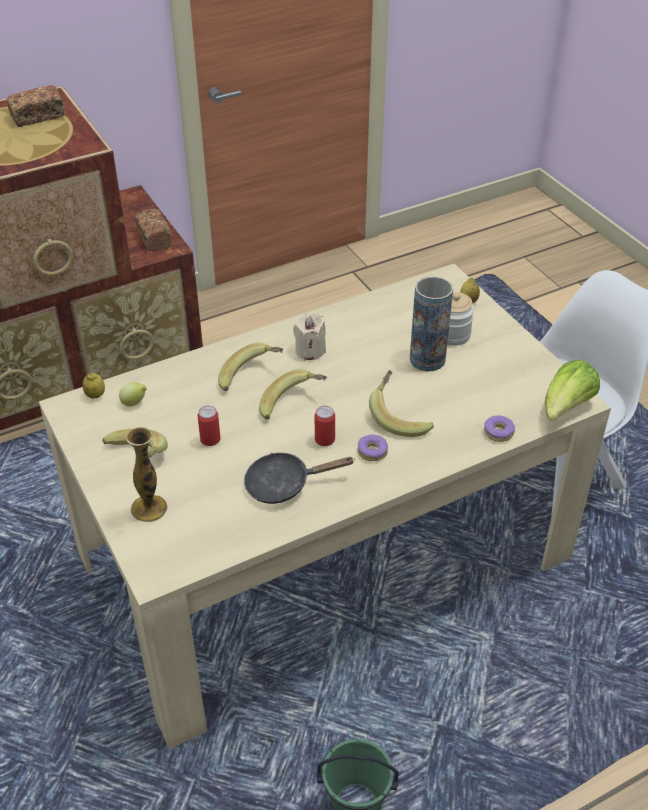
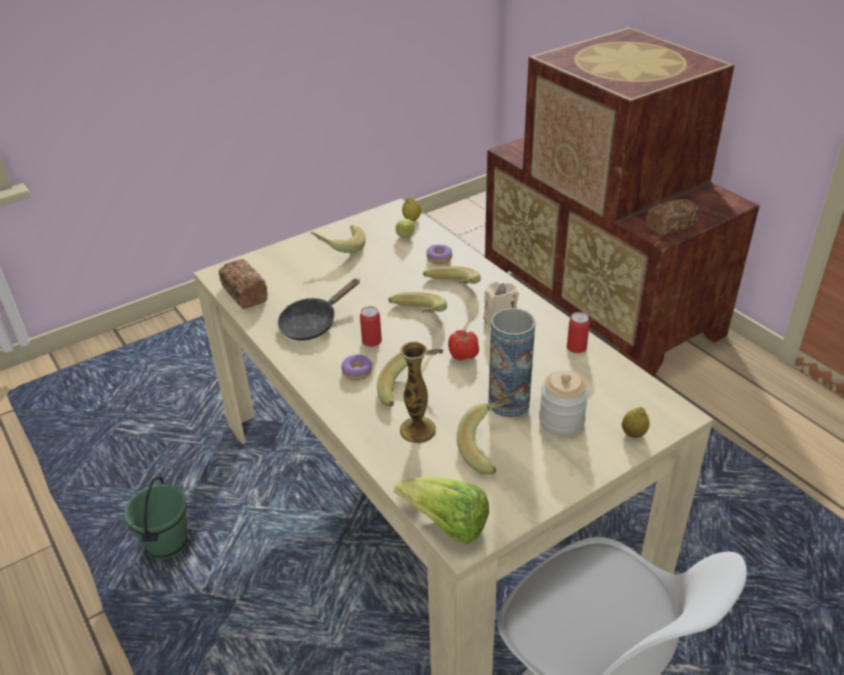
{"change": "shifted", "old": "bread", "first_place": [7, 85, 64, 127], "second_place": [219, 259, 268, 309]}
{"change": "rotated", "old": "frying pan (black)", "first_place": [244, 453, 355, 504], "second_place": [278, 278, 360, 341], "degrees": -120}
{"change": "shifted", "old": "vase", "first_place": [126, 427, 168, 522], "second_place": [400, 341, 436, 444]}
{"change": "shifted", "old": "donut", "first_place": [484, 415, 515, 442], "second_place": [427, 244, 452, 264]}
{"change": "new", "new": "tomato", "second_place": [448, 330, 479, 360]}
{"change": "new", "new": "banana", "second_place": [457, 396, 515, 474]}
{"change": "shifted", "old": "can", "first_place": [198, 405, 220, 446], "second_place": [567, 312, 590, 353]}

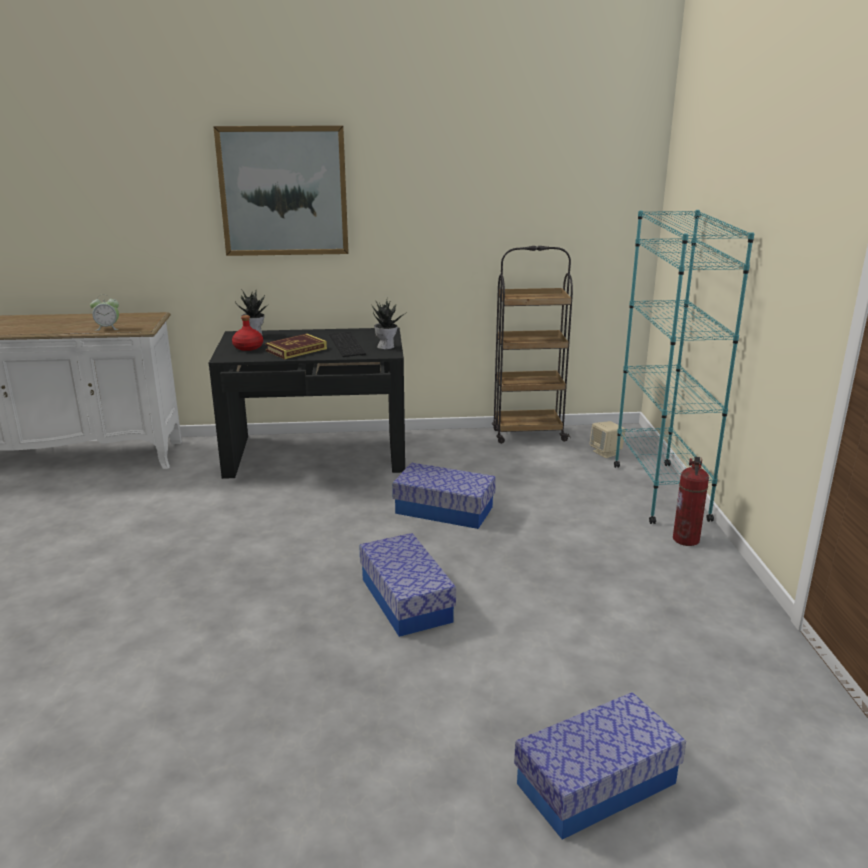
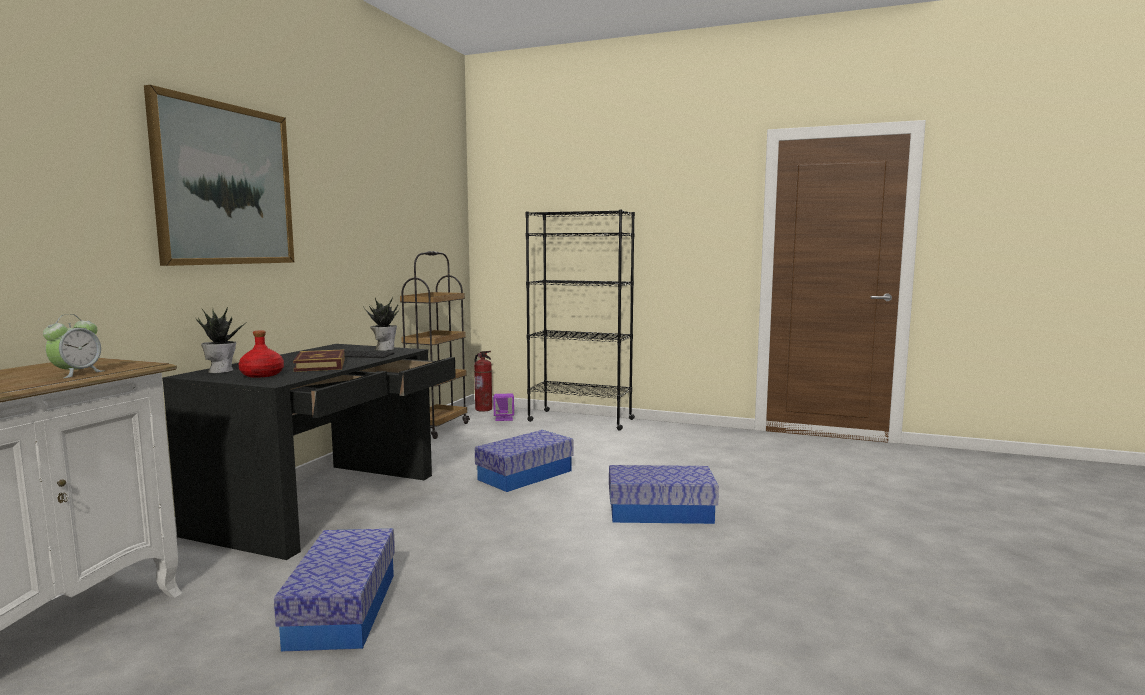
{"change": "shifted", "old": "storage box", "first_place": [514, 692, 686, 840], "second_place": [274, 529, 395, 652]}
{"change": "shifted", "old": "fire extinguisher", "first_place": [673, 457, 709, 546], "second_place": [474, 351, 492, 412]}
{"change": "repainted", "old": "speaker (beige)", "new": "speaker (purple)", "first_place": [589, 421, 626, 458], "second_place": [493, 394, 514, 421]}
{"change": "repainted", "old": "bookcase (turquoise)", "new": "bookcase (black)", "first_place": [614, 210, 754, 524], "second_place": [525, 210, 635, 431]}

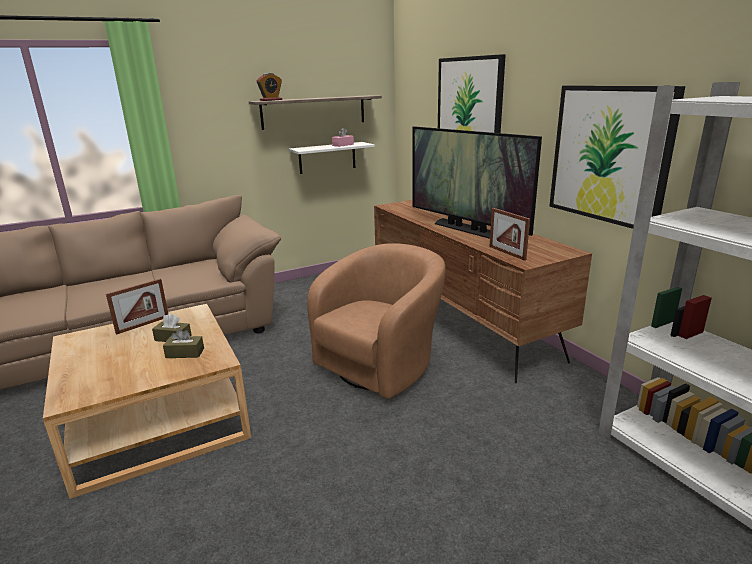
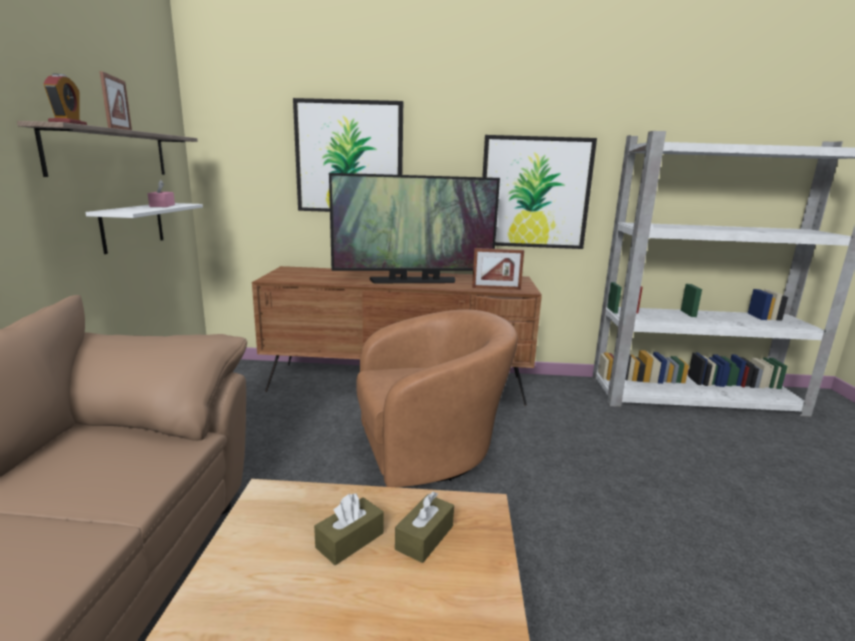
{"change": "shifted", "old": "picture frame", "first_place": [106, 279, 168, 335], "second_place": [100, 71, 132, 130]}
{"change": "rotated", "old": "armchair (brown)", "first_place": [307, 243, 446, 399], "second_place": [356, 309, 518, 487], "degrees": 90}

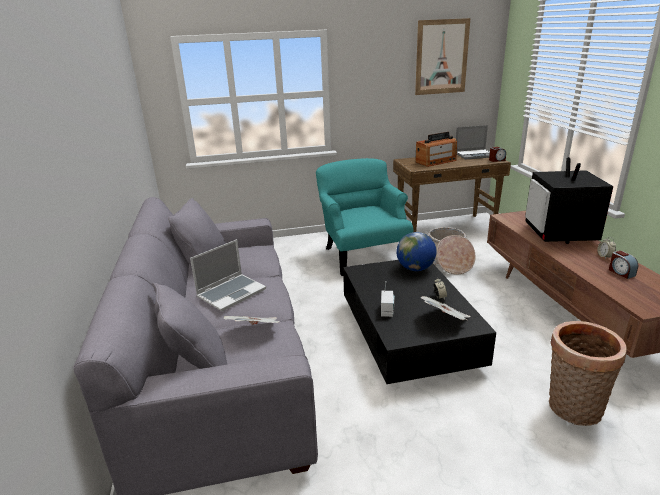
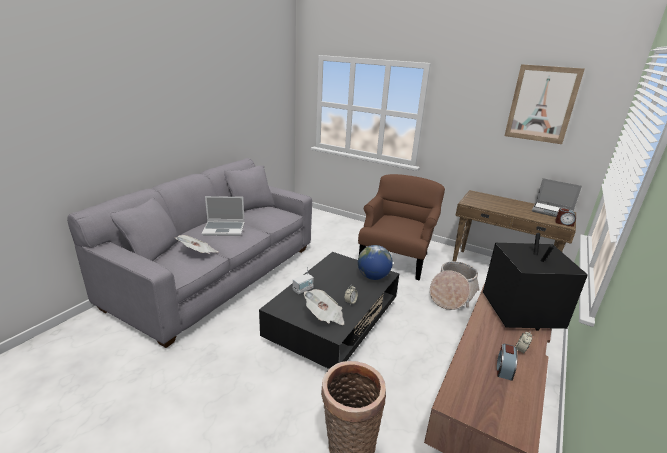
{"change": "repainted", "old": "armchair (turquoise)", "new": "armchair (brown)", "first_place": [316, 158, 413, 276], "second_place": [358, 174, 445, 280]}
{"change": "rotated", "old": "television", "first_place": [525, 157, 613, 244], "second_place": [483, 233, 588, 331], "degrees": 135}
{"change": "gone", "old": "radio", "first_place": [415, 132, 457, 167]}

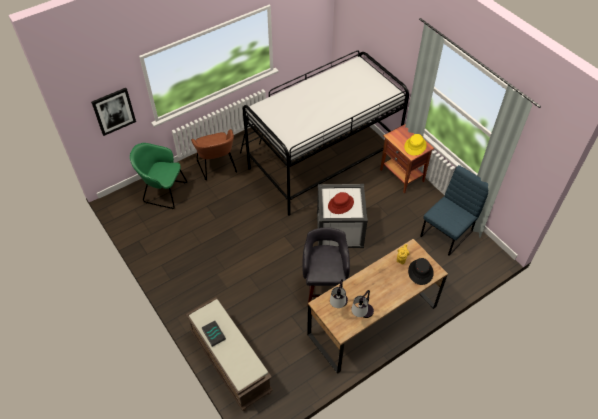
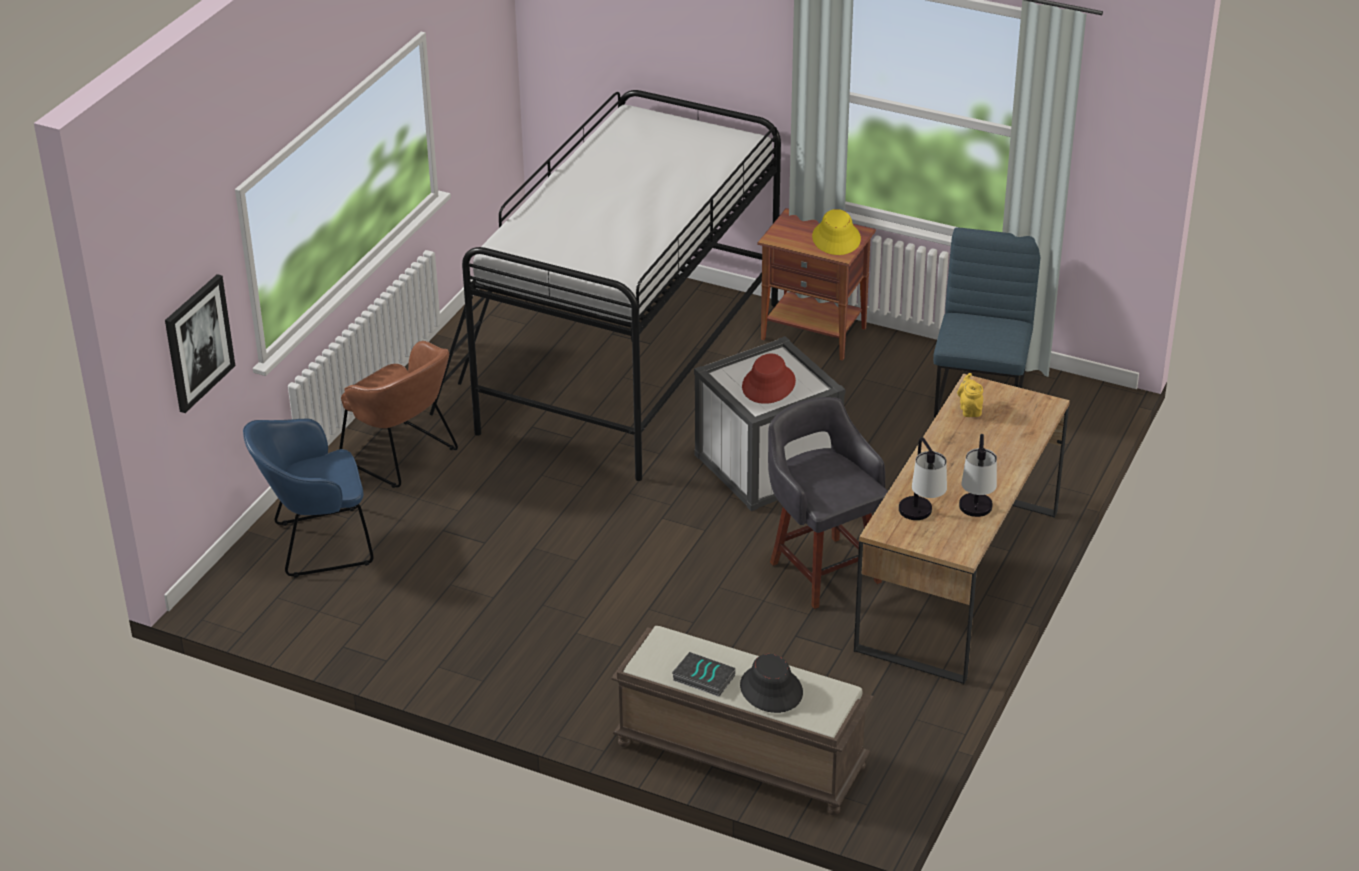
{"change": "repainted", "old": "armchair (green)", "new": "armchair (blue)", "first_place": [130, 143, 187, 209], "second_place": [243, 418, 374, 578]}
{"change": "shifted", "old": "hat (black)", "first_place": [408, 258, 434, 285], "second_place": [740, 654, 803, 713]}

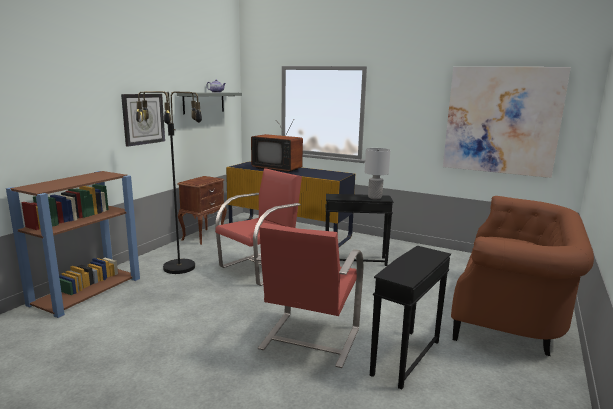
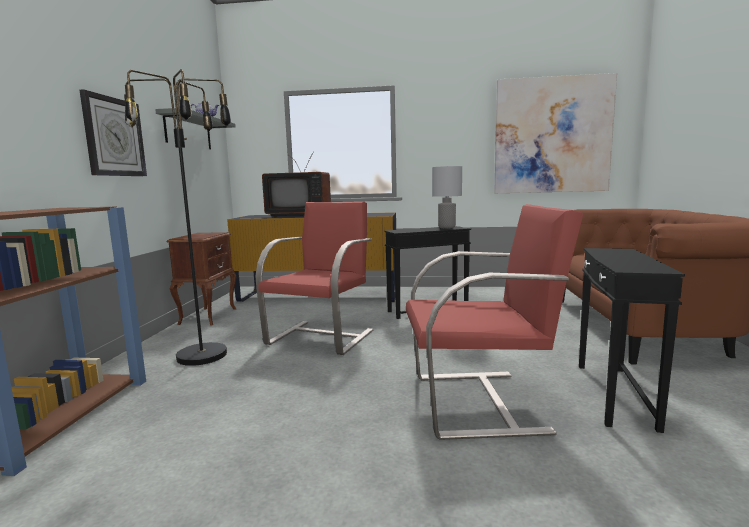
{"change": "rotated", "old": "armchair (red)", "first_place": [256, 223, 363, 368], "second_place": [406, 204, 583, 440], "degrees": -90}

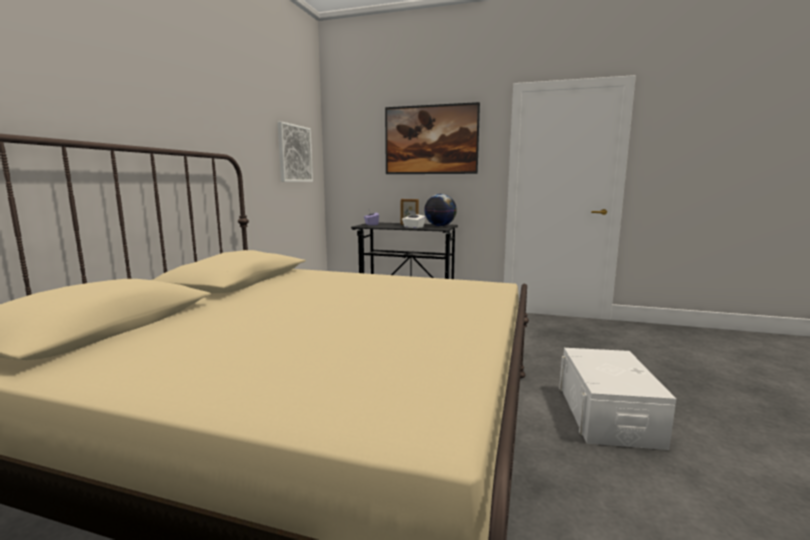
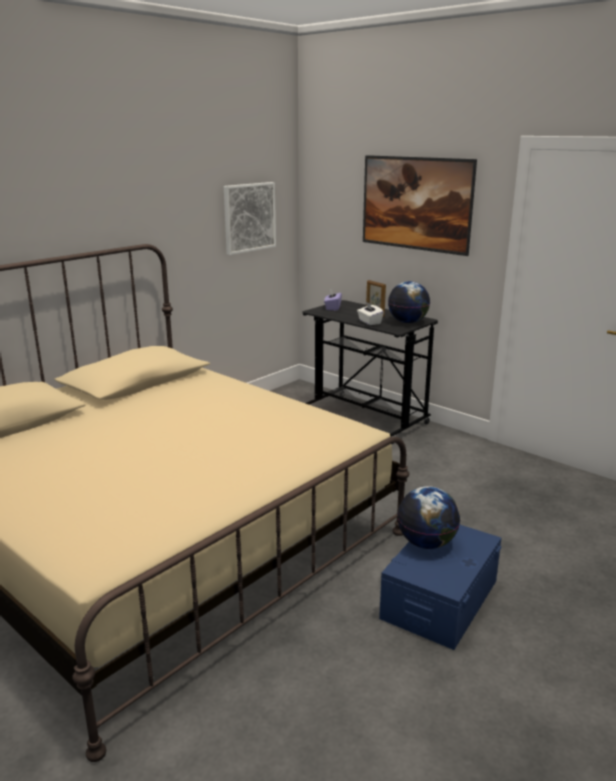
{"change": "repainted", "old": "storage box (white)", "new": "storage box (blue)", "first_place": [559, 348, 676, 450], "second_place": [379, 524, 502, 650]}
{"change": "new", "new": "globe", "second_place": [397, 486, 460, 549]}

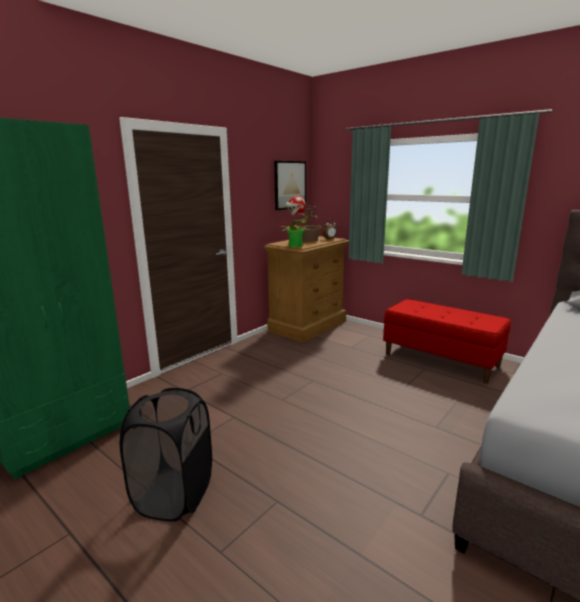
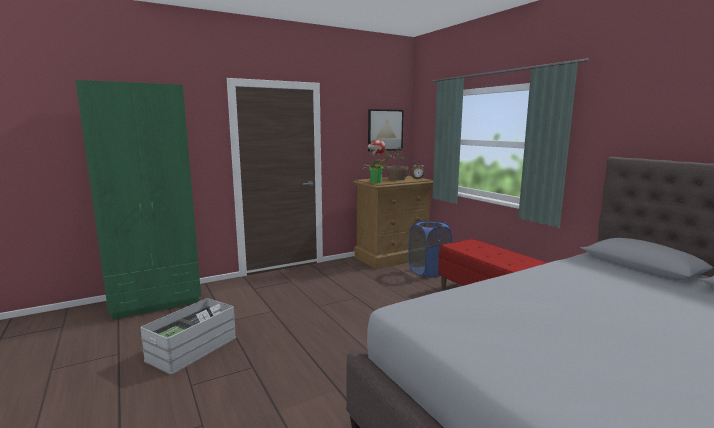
{"change": "swapped", "old": "laundry basket (black)", "new": "storage box (grey)", "first_place": [120, 388, 212, 521], "second_place": [140, 298, 236, 375]}
{"change": "new", "new": "laundry basket (blue)", "second_place": [408, 220, 452, 277]}

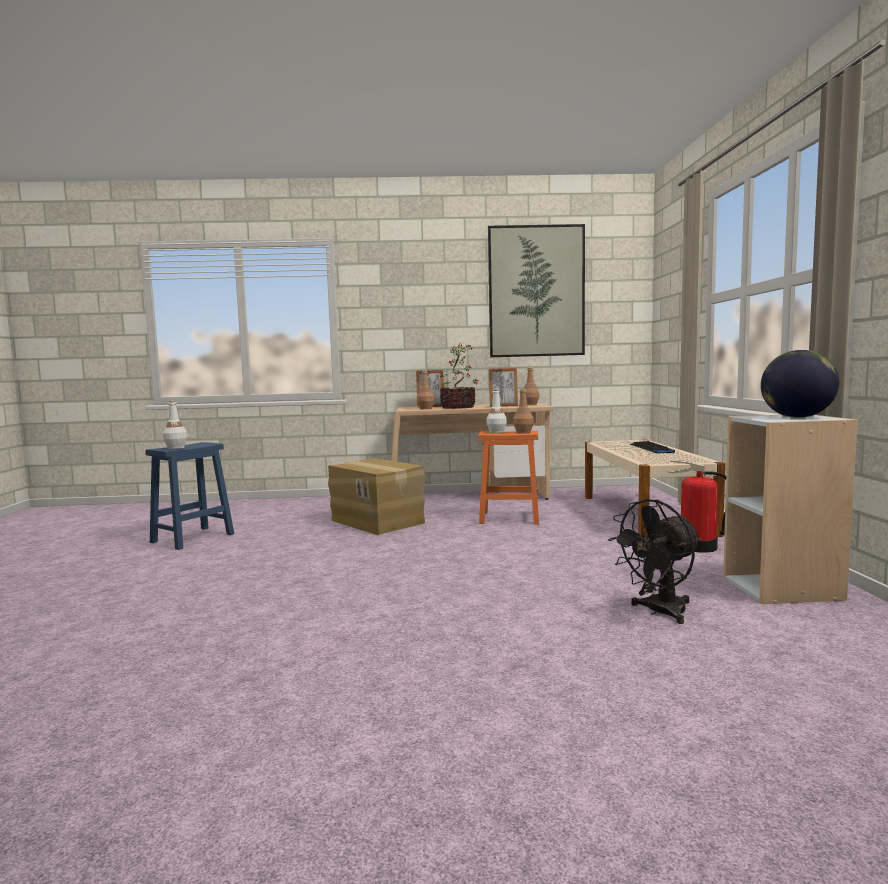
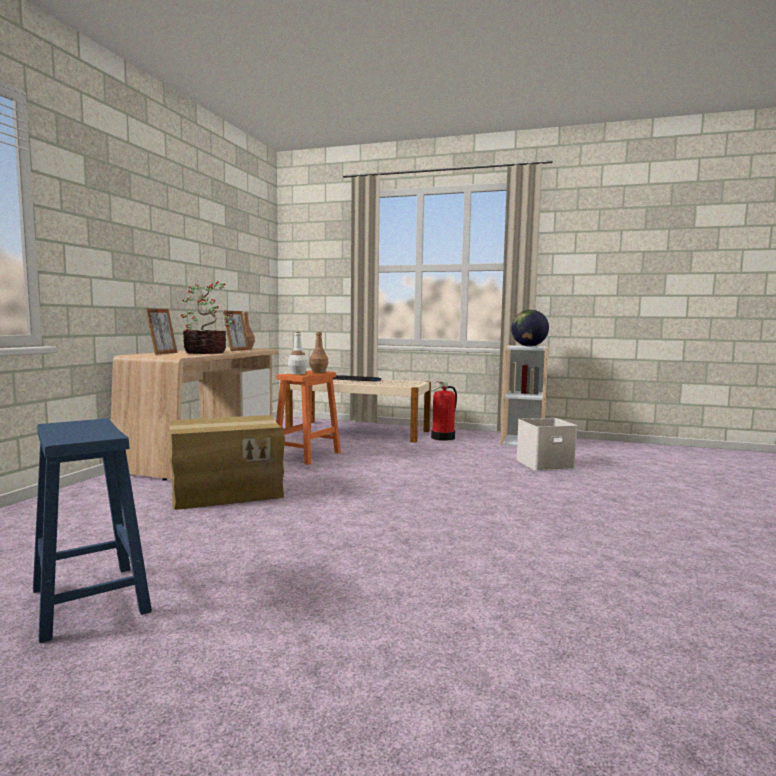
{"change": "swapped", "old": "fan (black)", "new": "storage box (white)", "first_place": [608, 499, 701, 624], "second_place": [516, 418, 577, 471]}
{"change": "gone", "old": "bottle (white)", "first_place": [163, 401, 187, 449]}
{"change": "gone", "old": "bottle (brown)", "first_place": [417, 370, 435, 409]}
{"change": "gone", "old": "picture", "first_place": [488, 224, 585, 357]}

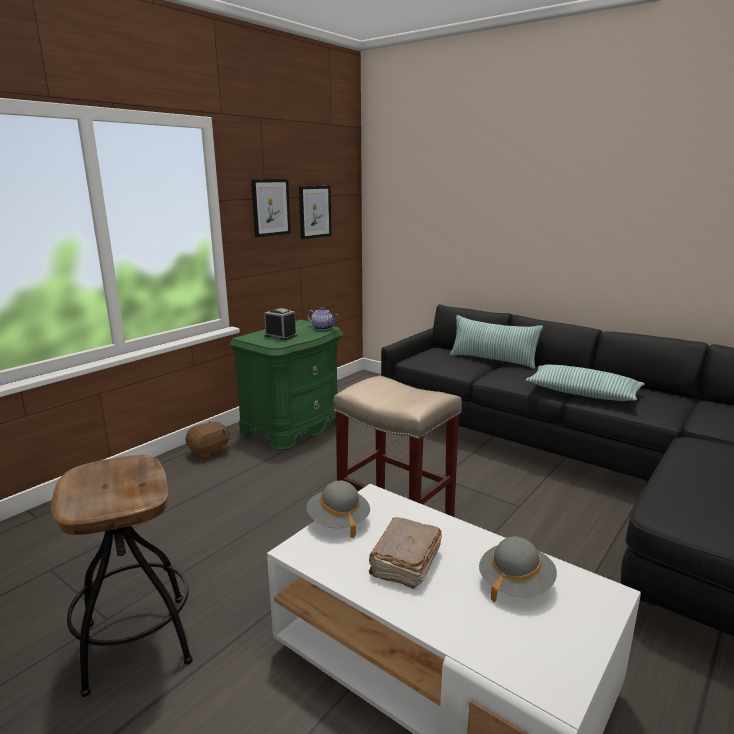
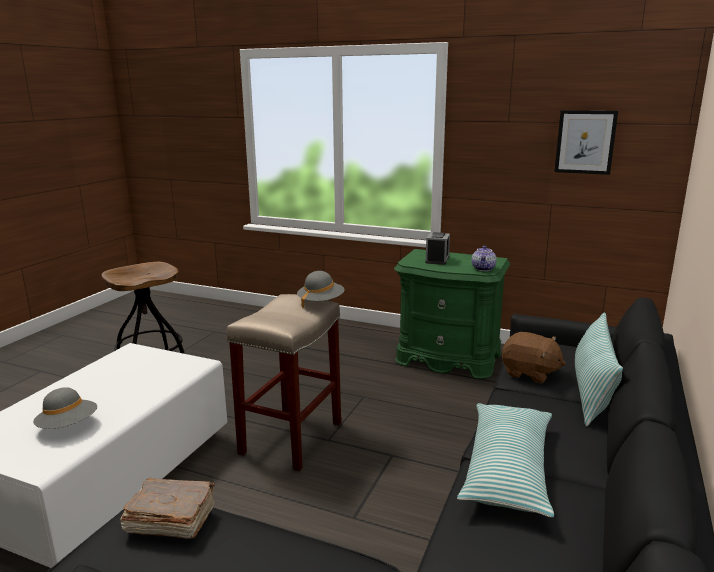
{"change": "shifted", "old": "book (brown)", "first_place": [368, 518, 442, 589], "second_place": [120, 478, 215, 539]}
{"change": "shifted", "old": "hat (grey)", "first_place": [307, 481, 370, 538], "second_place": [297, 271, 345, 308]}
{"change": "shifted", "old": "plush toy (brown)", "first_place": [186, 420, 230, 459], "second_place": [502, 332, 566, 384]}
{"change": "gone", "old": "picture", "first_place": [251, 179, 291, 237]}

